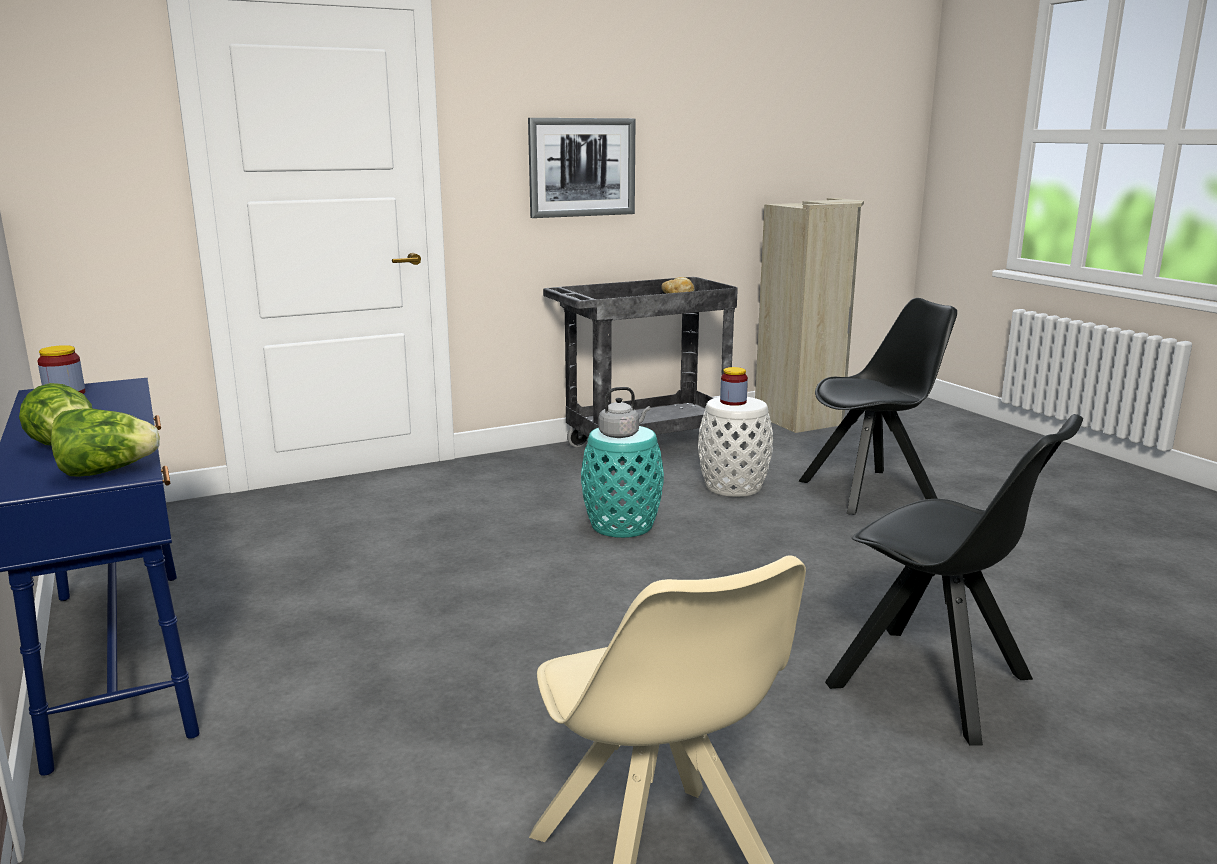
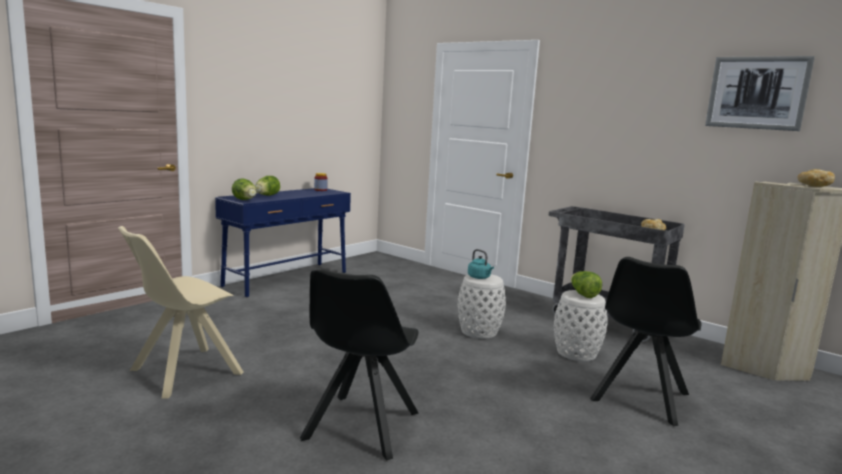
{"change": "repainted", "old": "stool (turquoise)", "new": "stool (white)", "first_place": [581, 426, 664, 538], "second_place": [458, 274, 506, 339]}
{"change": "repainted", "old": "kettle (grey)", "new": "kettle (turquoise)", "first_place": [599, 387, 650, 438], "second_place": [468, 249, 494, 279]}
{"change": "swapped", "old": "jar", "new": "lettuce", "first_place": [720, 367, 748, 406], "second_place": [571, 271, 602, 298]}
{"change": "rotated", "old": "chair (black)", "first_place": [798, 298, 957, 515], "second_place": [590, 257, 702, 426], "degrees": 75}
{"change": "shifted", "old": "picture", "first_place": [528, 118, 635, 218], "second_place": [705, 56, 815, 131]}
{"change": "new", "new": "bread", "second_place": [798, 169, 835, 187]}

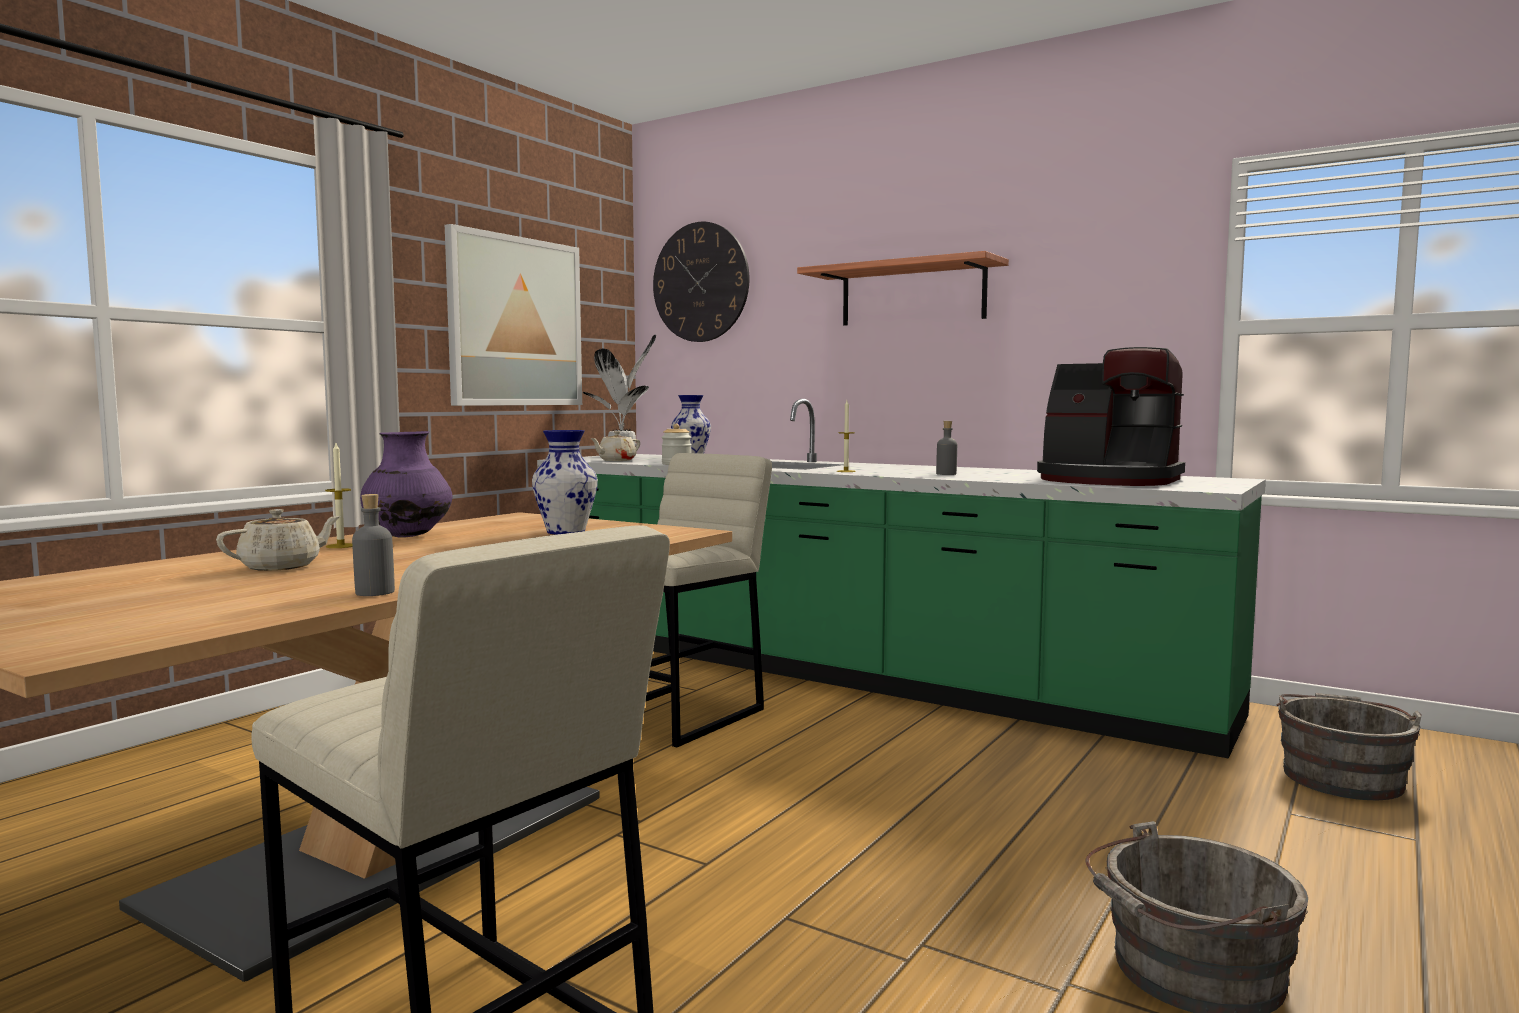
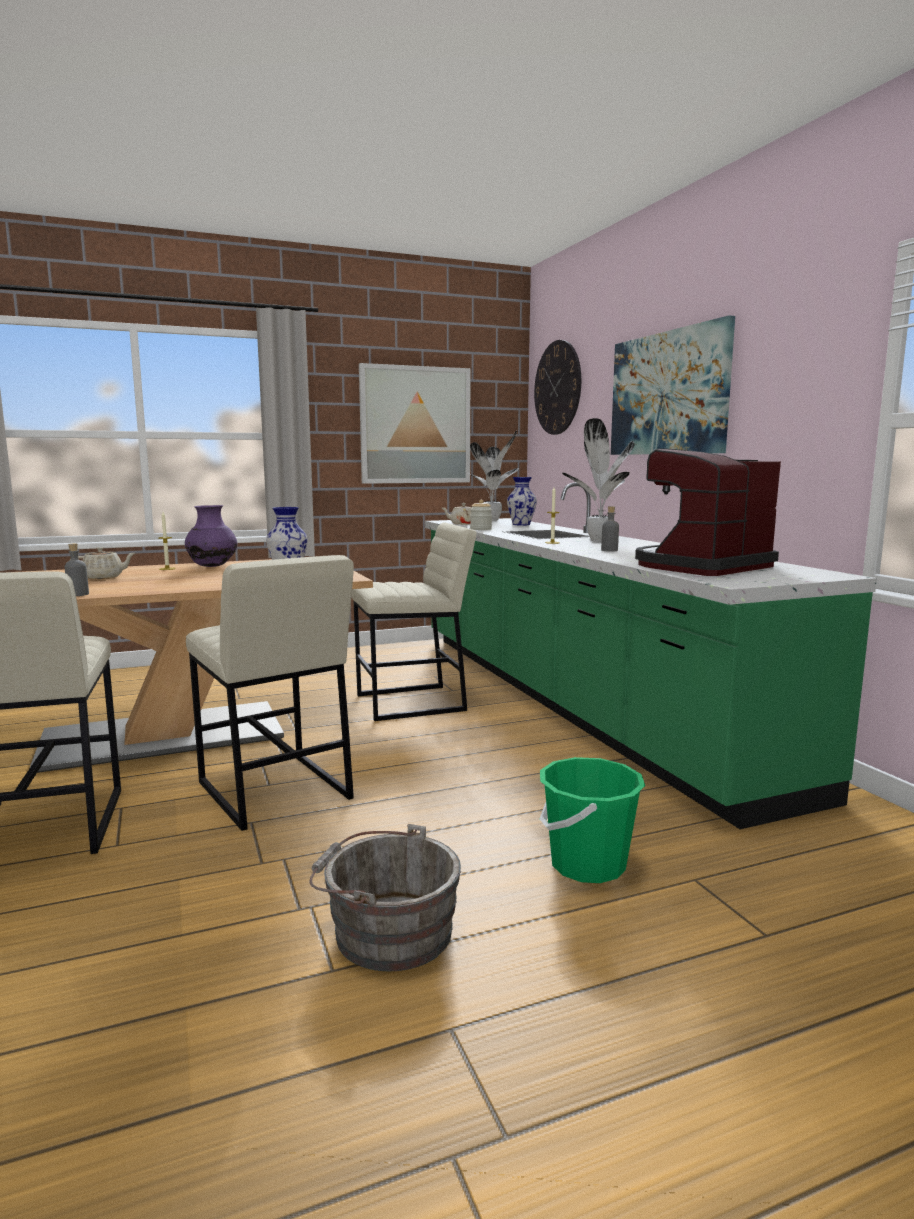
{"change": "new", "new": "chair (beige)", "second_place": [186, 555, 354, 831]}
{"change": "new", "new": "bucket (green)", "second_place": [540, 757, 645, 883]}
{"change": "new", "new": "potted plant", "second_place": [562, 418, 635, 542]}
{"change": "swapped", "old": "shelf", "new": "picture", "first_place": [797, 251, 1009, 326], "second_place": [611, 315, 735, 455]}
{"change": "rotated", "old": "coffee machine", "first_place": [1037, 347, 1185, 486], "second_place": [635, 449, 781, 576], "degrees": 75}
{"change": "gone", "old": "bucket (grey)", "first_place": [1277, 693, 1422, 801]}

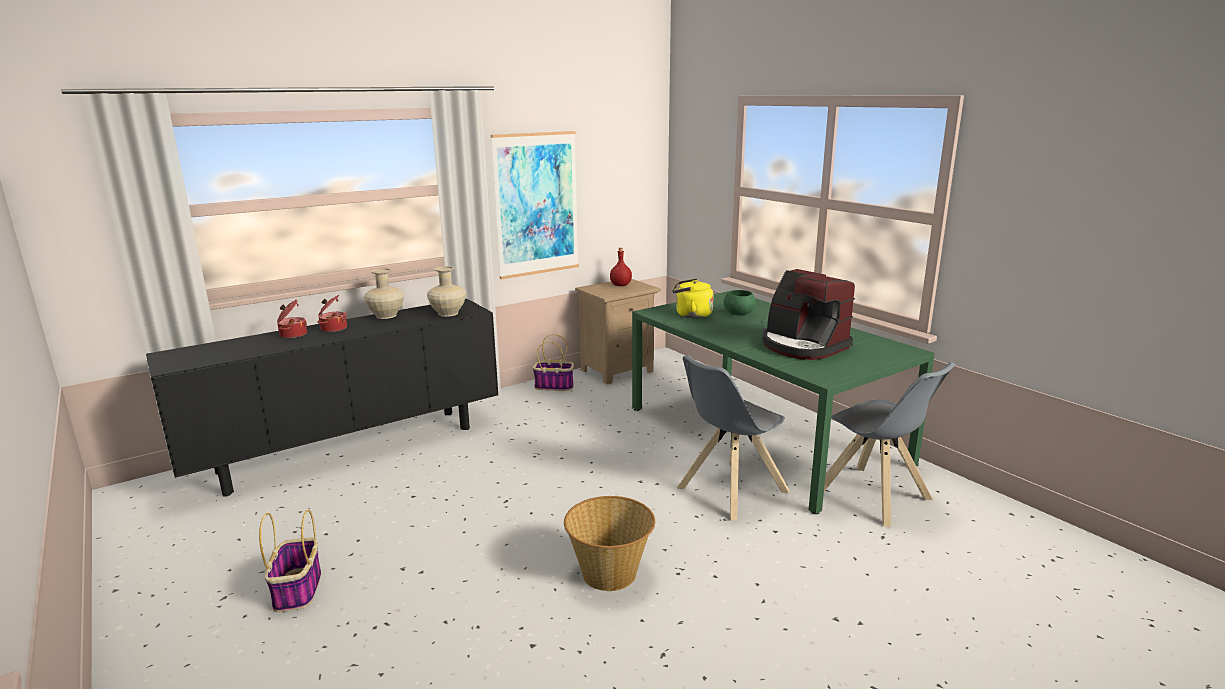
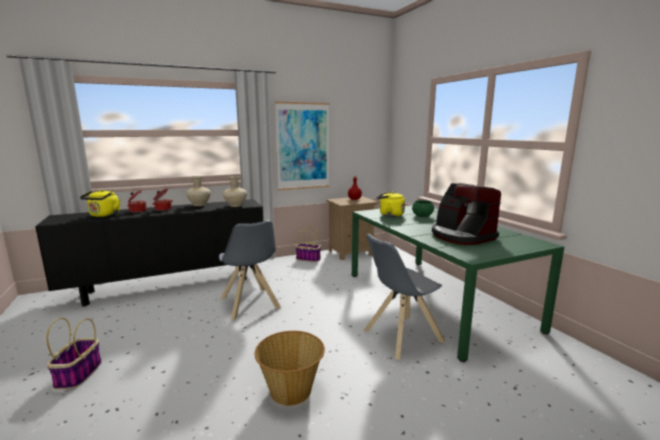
{"change": "new", "new": "kettle (yellow)", "second_place": [80, 190, 120, 217]}
{"change": "shifted", "old": "chair (grey)", "first_place": [824, 362, 955, 527], "second_place": [219, 220, 281, 320]}

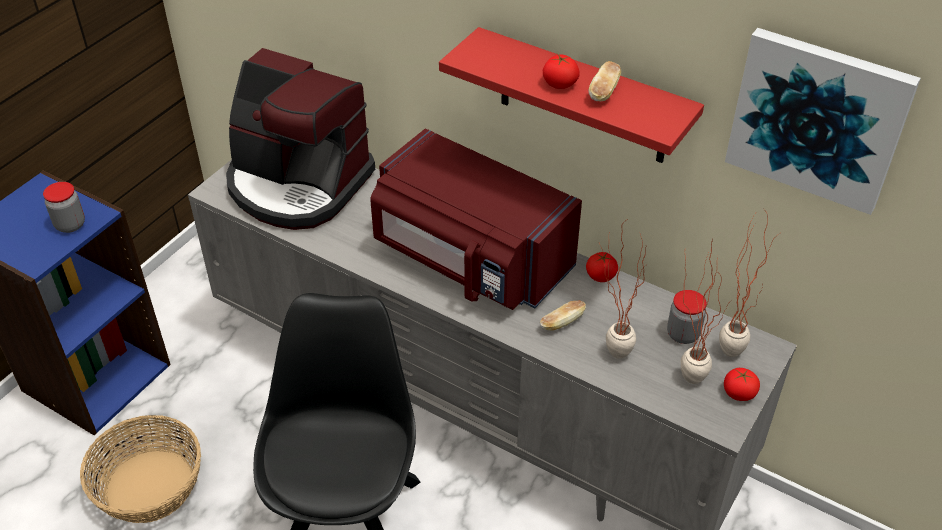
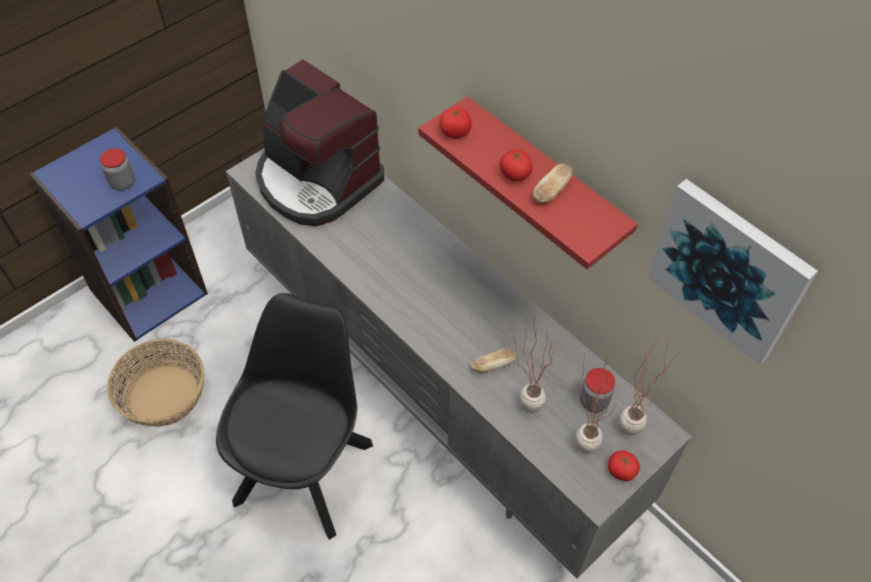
{"change": "shifted", "old": "tomato", "first_place": [586, 252, 618, 282], "second_place": [439, 107, 472, 138]}
{"change": "gone", "old": "microwave (red)", "first_place": [370, 129, 582, 310]}

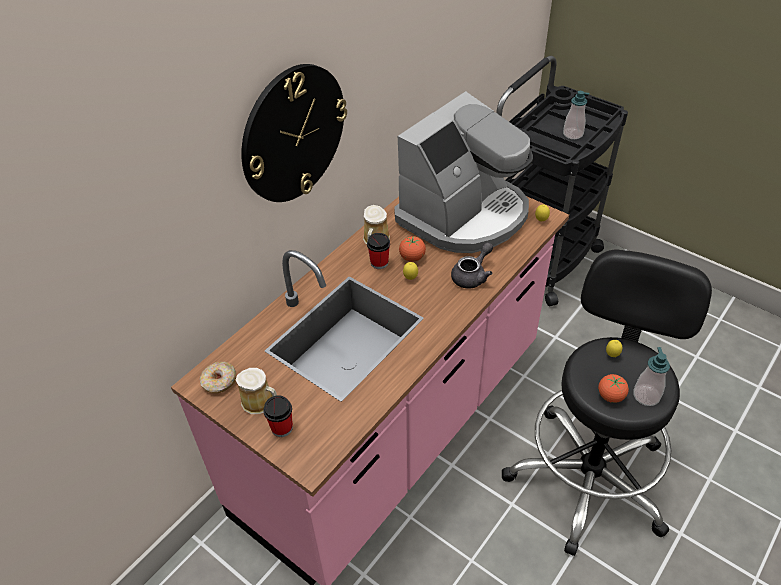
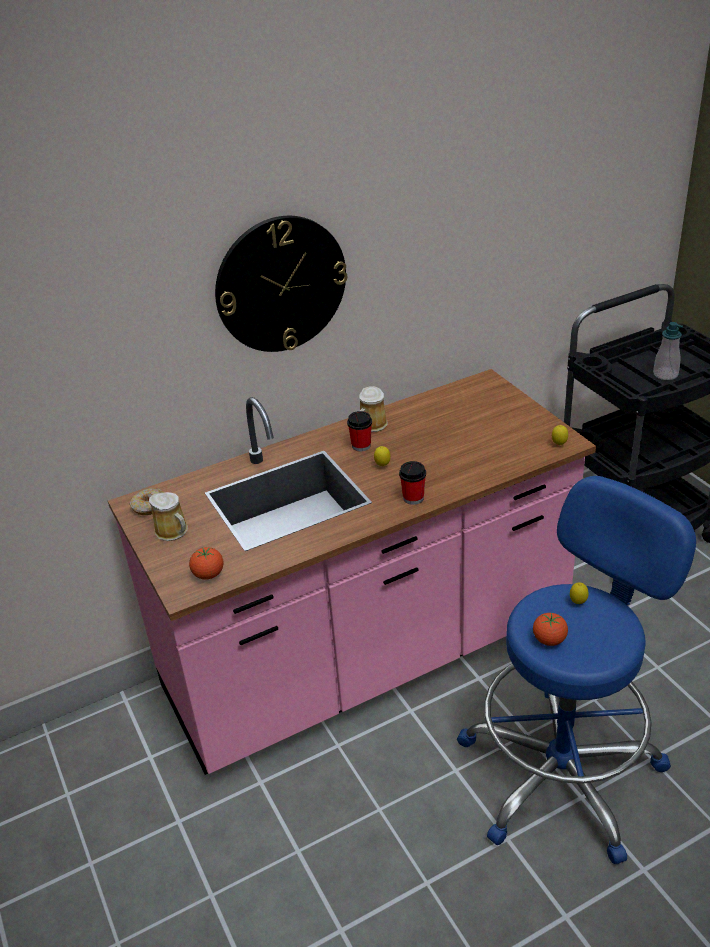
{"change": "shifted", "old": "tomato", "first_place": [399, 236, 426, 262], "second_place": [189, 547, 223, 580]}
{"change": "shifted", "old": "cup", "first_place": [263, 395, 293, 437], "second_place": [399, 461, 426, 505]}
{"change": "repainted", "old": "stool (black)", "new": "stool (blue)", "first_place": [502, 250, 712, 556], "second_place": [457, 476, 696, 864]}
{"change": "gone", "old": "coffee machine", "first_place": [394, 91, 533, 253]}
{"change": "gone", "old": "teapot (grey)", "first_place": [451, 242, 493, 288]}
{"change": "gone", "old": "soap dispenser", "first_place": [633, 347, 670, 406]}

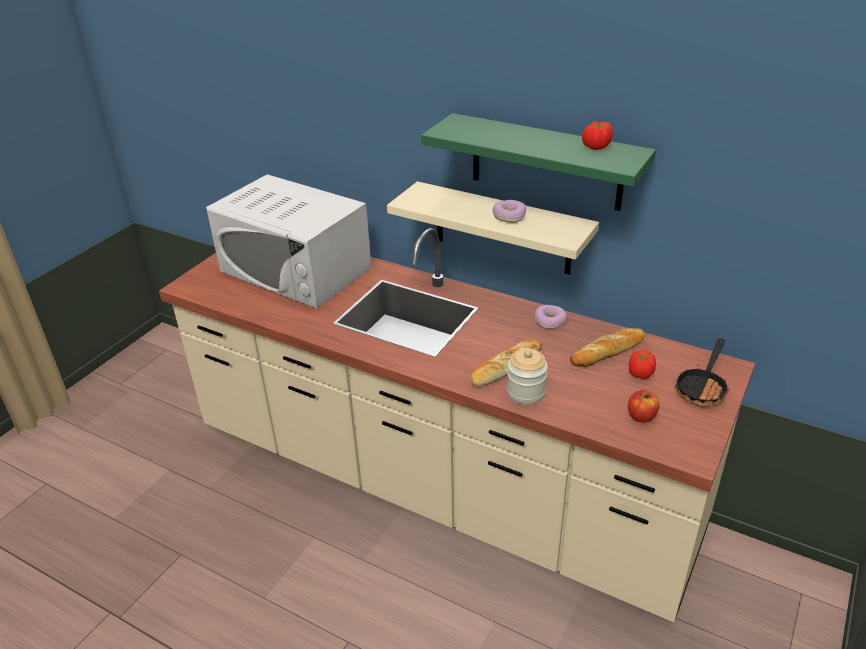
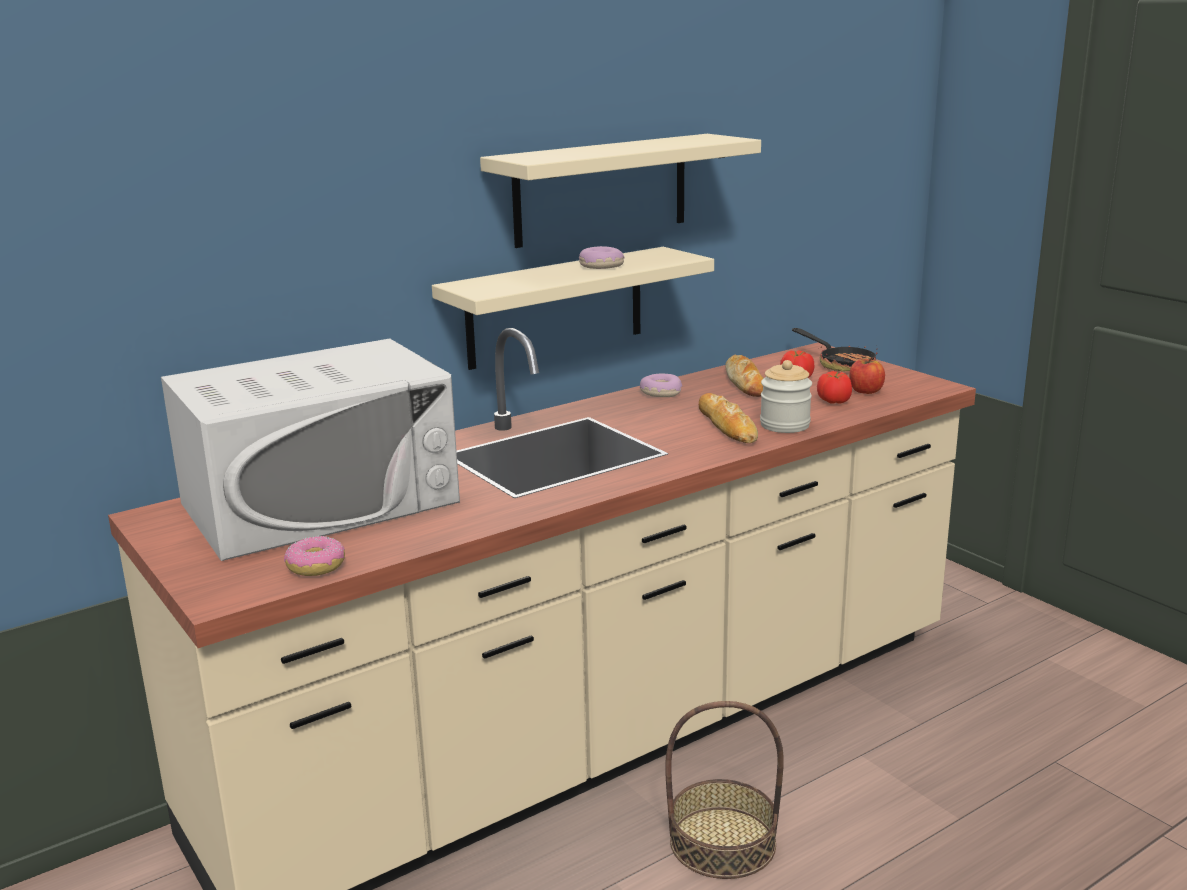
{"change": "new", "new": "donut", "second_place": [284, 536, 345, 576]}
{"change": "repainted", "old": "shelf (green)", "new": "shelf (beige)", "first_place": [421, 113, 656, 211], "second_place": [480, 134, 761, 248]}
{"change": "new", "new": "basket", "second_place": [665, 701, 784, 879]}
{"change": "shifted", "old": "tomato", "first_place": [582, 121, 613, 150], "second_place": [817, 371, 852, 404]}

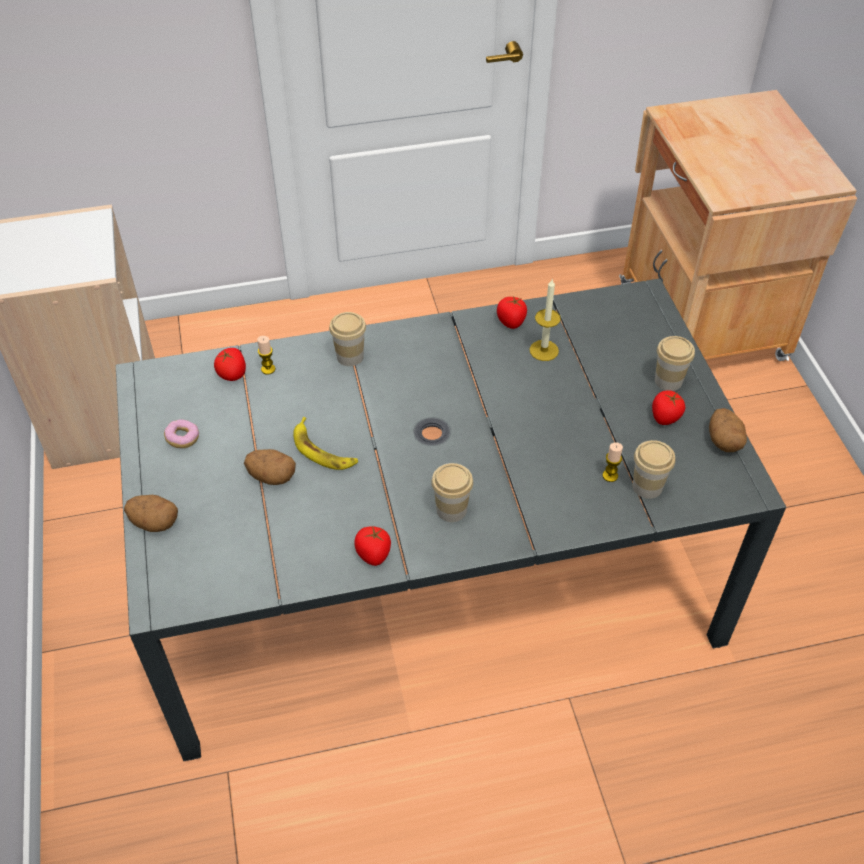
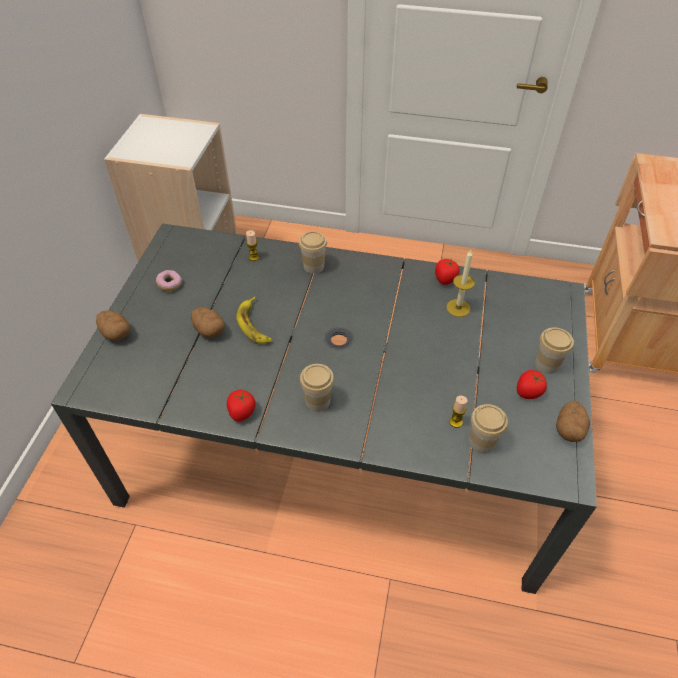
{"change": "gone", "old": "tomato", "first_place": [214, 348, 246, 381]}

